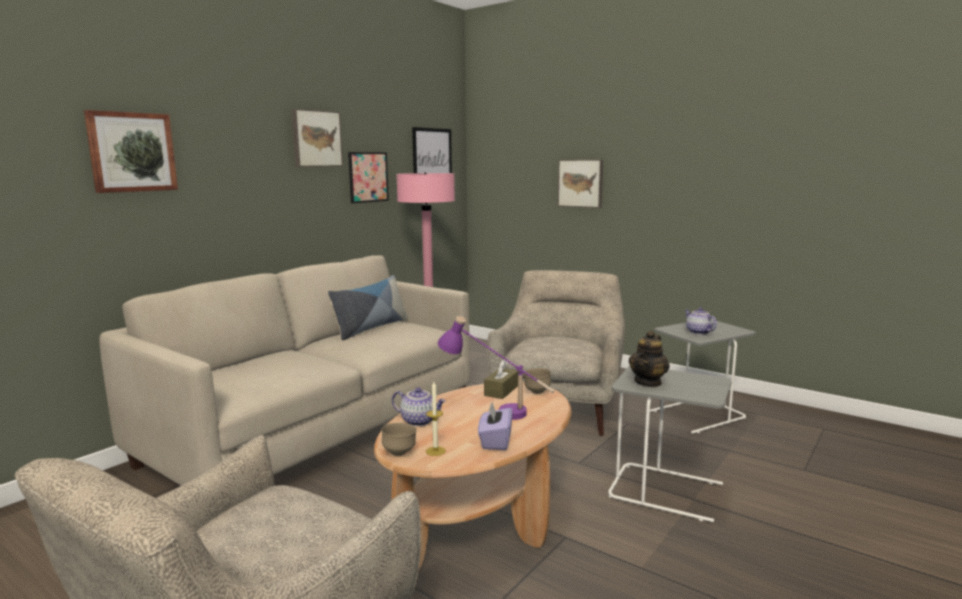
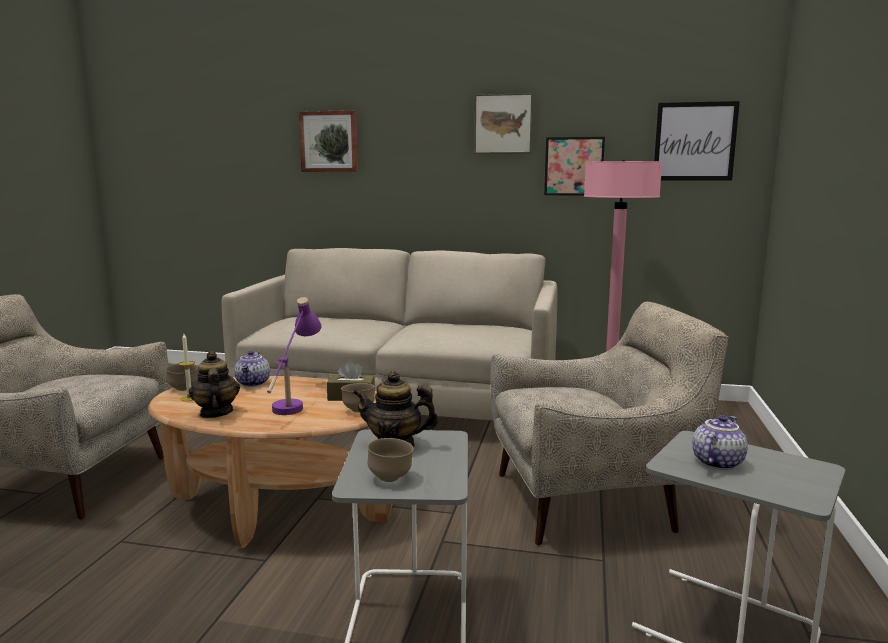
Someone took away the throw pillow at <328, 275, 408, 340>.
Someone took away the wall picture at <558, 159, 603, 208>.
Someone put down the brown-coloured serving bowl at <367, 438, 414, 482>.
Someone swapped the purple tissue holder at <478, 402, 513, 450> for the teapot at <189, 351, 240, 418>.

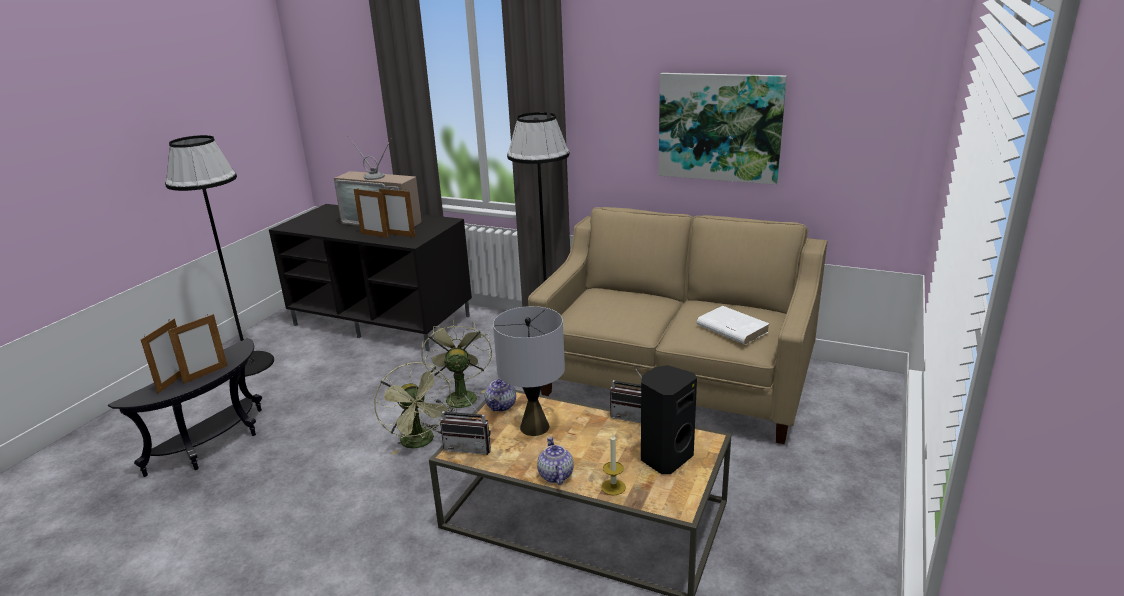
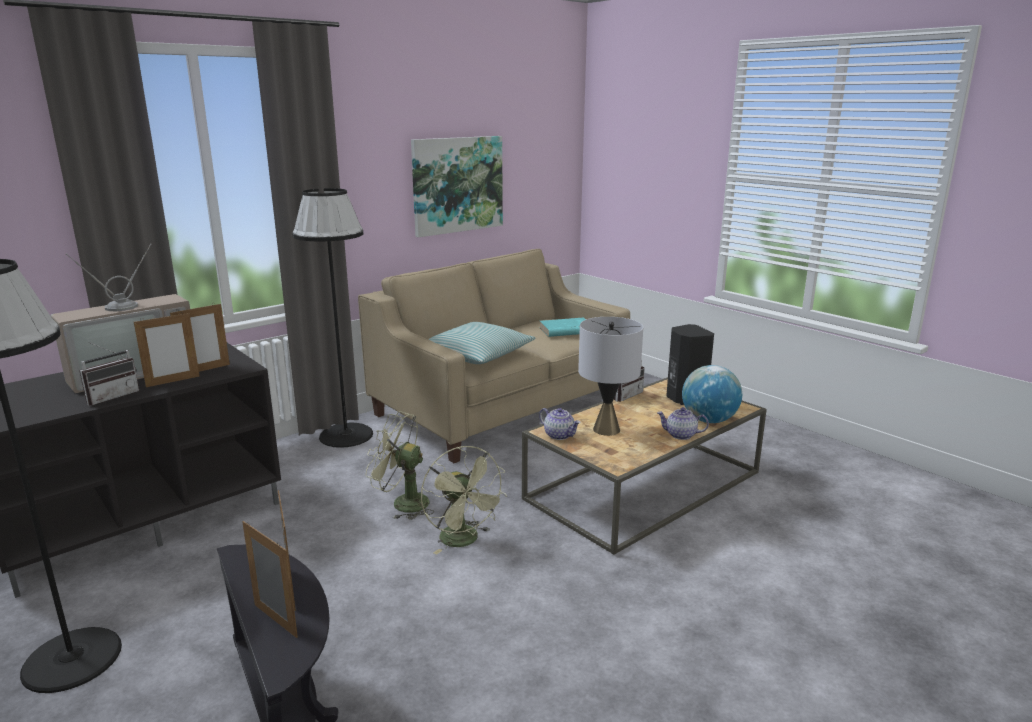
Someone put down the throw pillow at <428, 322, 535, 364>.
Someone carried the radio set from <440, 393, 491, 455> to <79, 342, 139, 406>.
Someone swapped the wax light at <601, 434, 626, 495> for the world globe at <682, 365, 742, 423>.
Someone repainted the white volume at <697, 306, 769, 345>, which became the turquoise-coloured volume at <540, 317, 586, 337>.
Someone rotated the green-coloured fan at <374, 362, 454, 455> by 60 degrees clockwise.

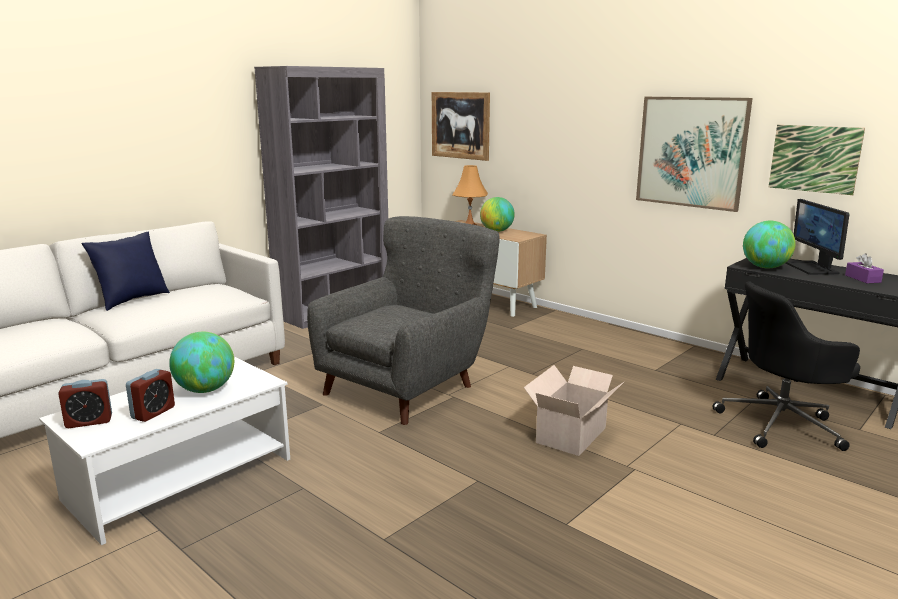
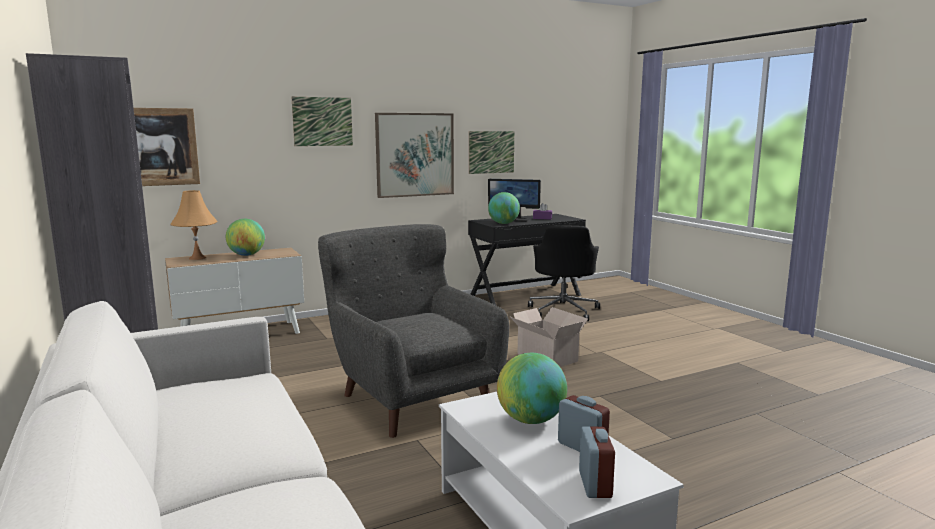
Someone took away the blue-coloured throw pillow at <82, 232, 170, 311>.
Someone put up the wall picture at <292, 97, 353, 146>.

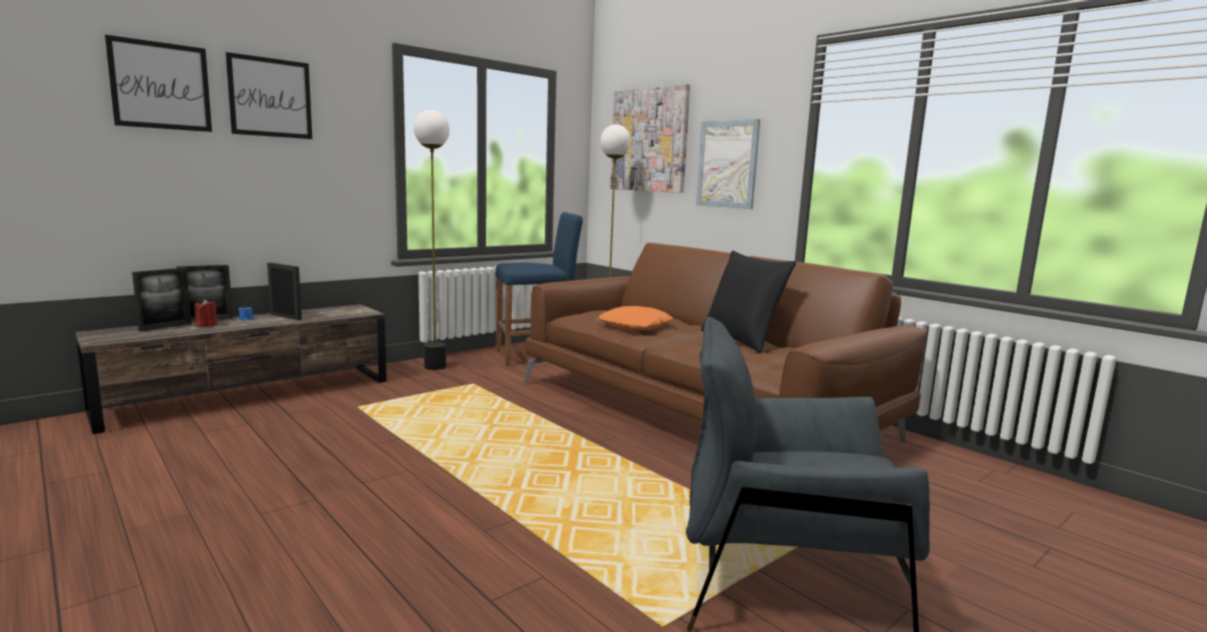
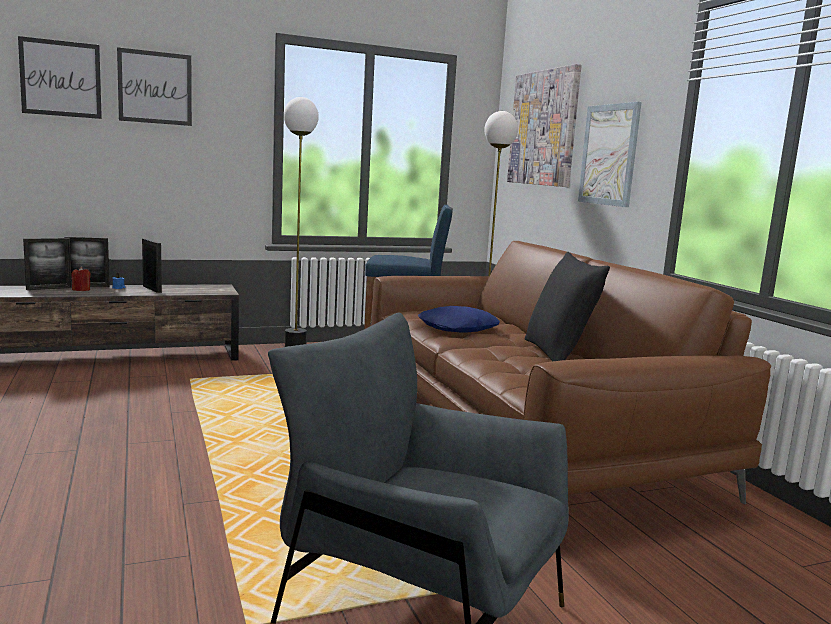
Someone repainted the orangey throw pillow at <599, 306, 673, 330>, which became the blue-coloured throw pillow at <418, 306, 500, 333>.

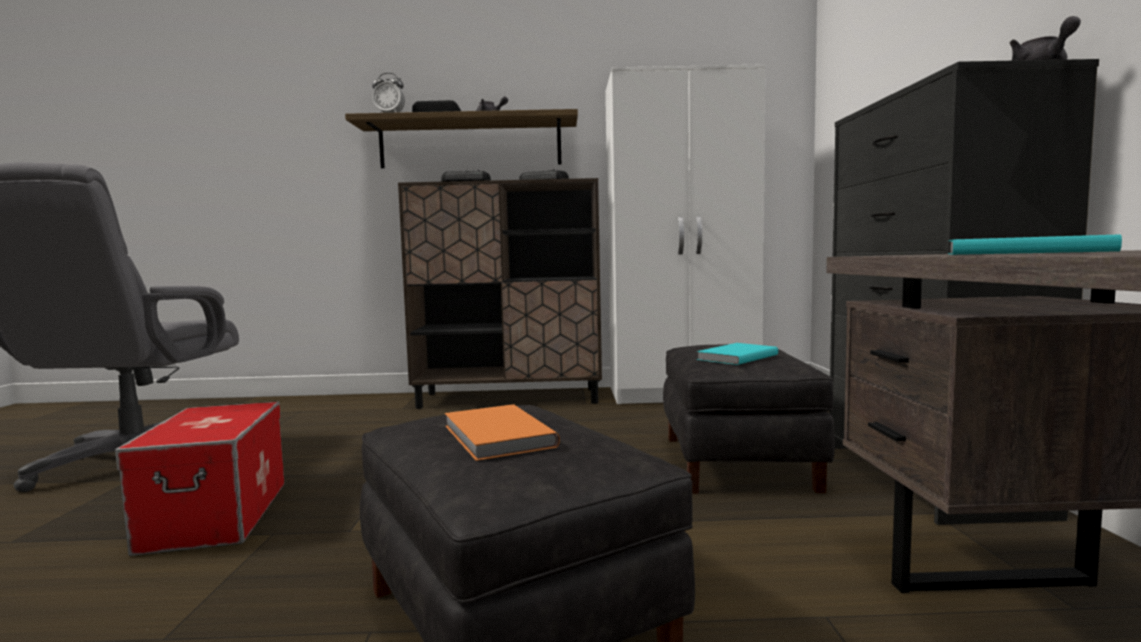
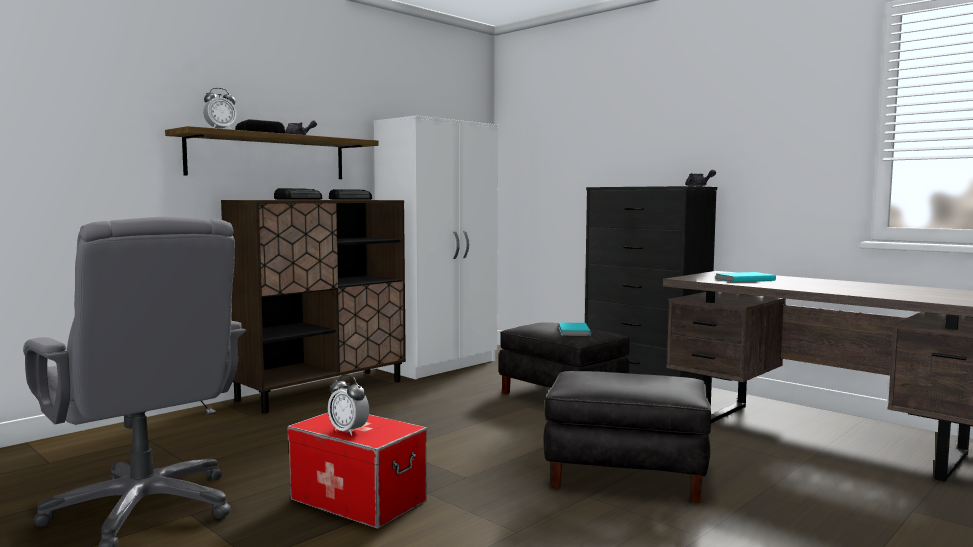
Someone took away the orangey volume at <445, 404, 560, 461>.
Someone put down the table clock at <328, 374, 369, 436>.

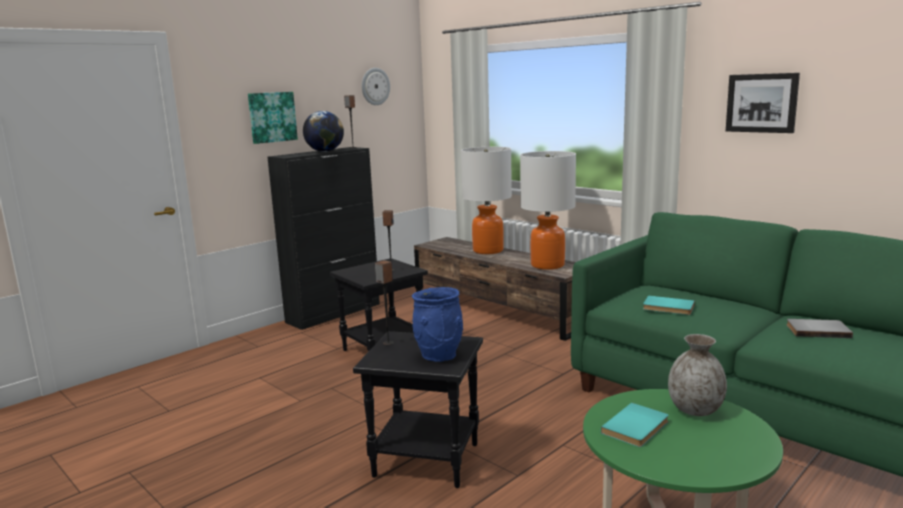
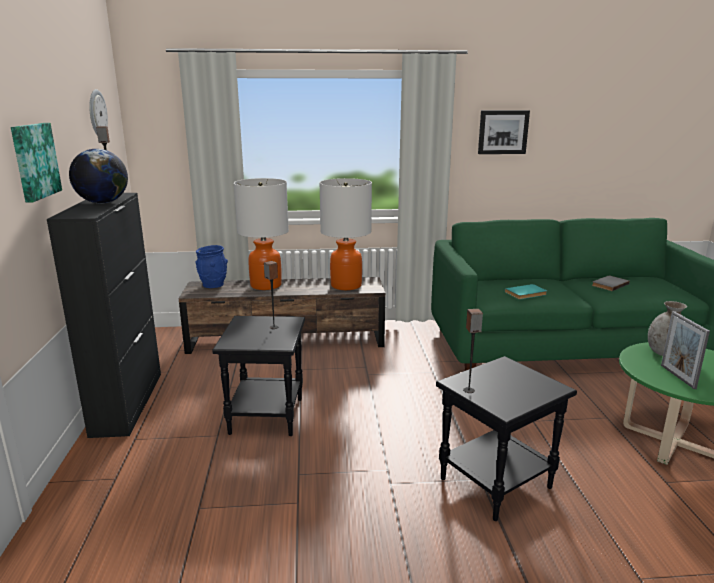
Someone carried the blue-coloured vase from <412, 287, 463, 362> to <195, 245, 228, 288>.
Someone swapped the turquoise-coloured volume at <601, 403, 669, 447> for the standing frame at <661, 311, 710, 389>.

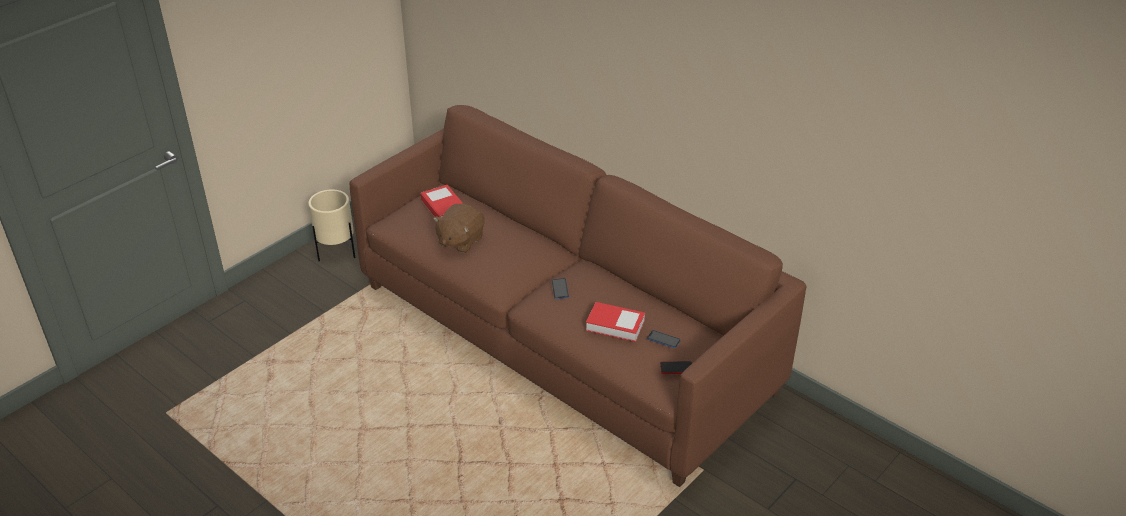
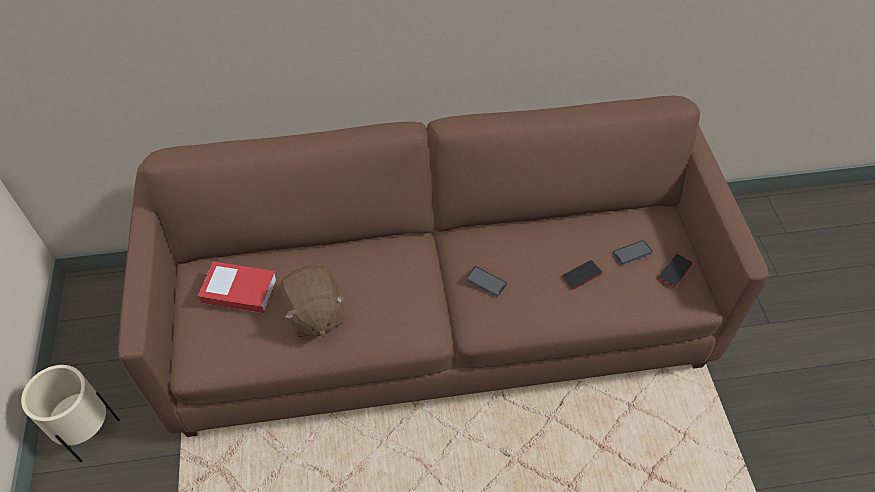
Someone swapped the volume at <586, 302, 645, 342> for the handset at <562, 260, 602, 290>.

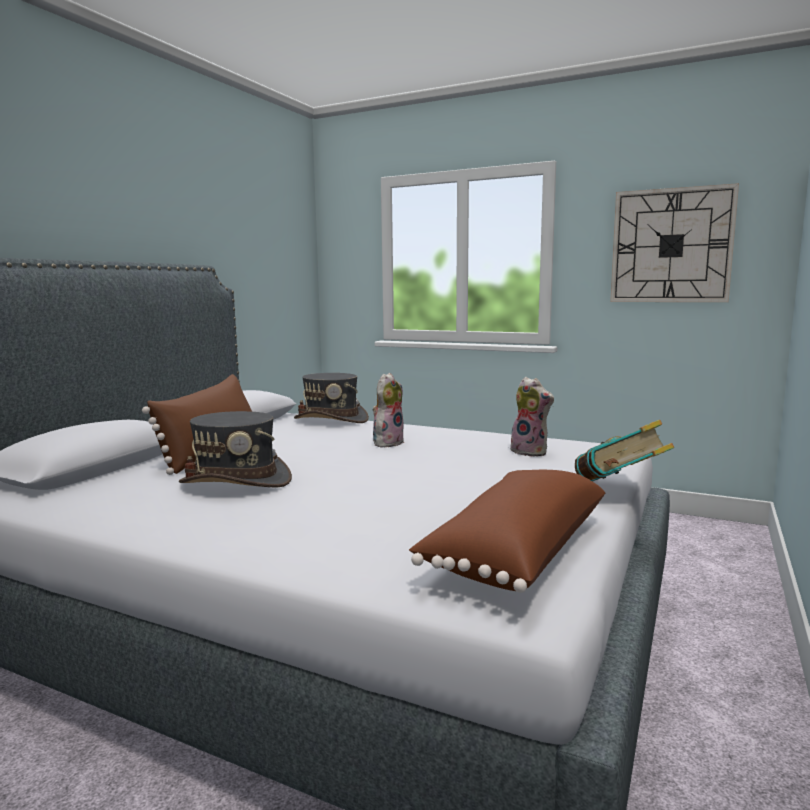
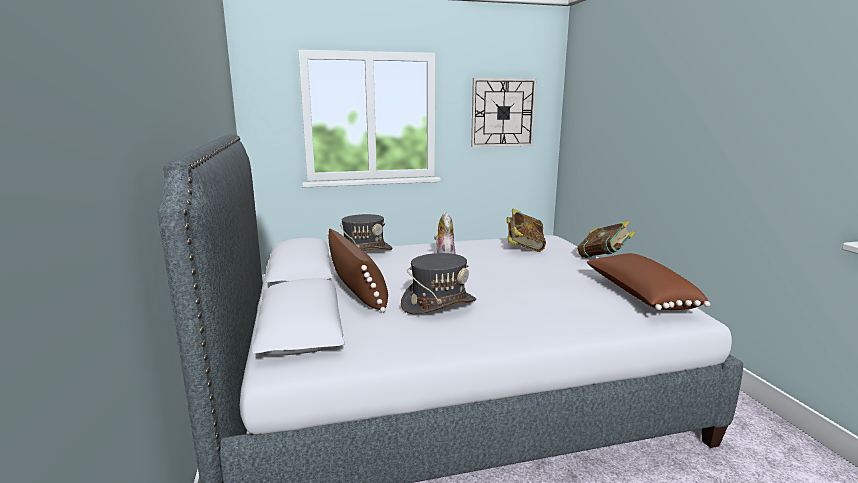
Someone swapped the soft toy at <510, 377, 554, 457> for the volume at <507, 209, 546, 252>.

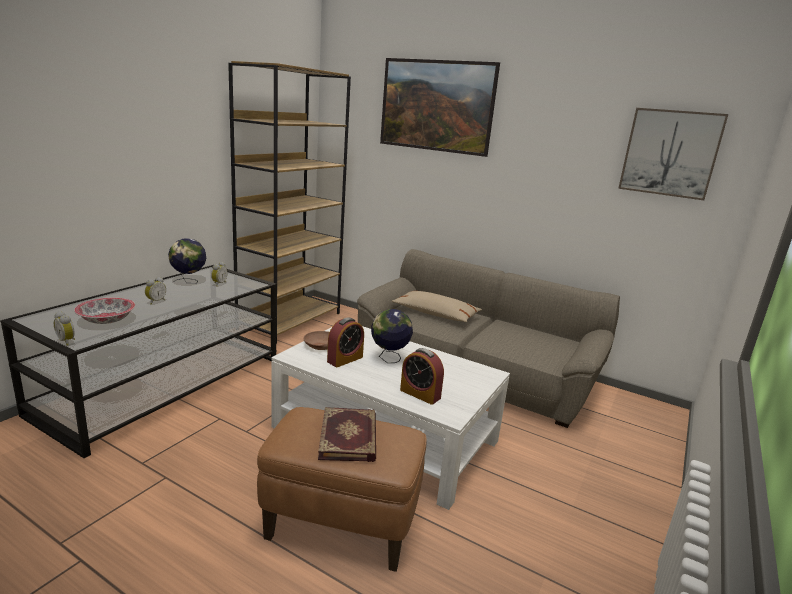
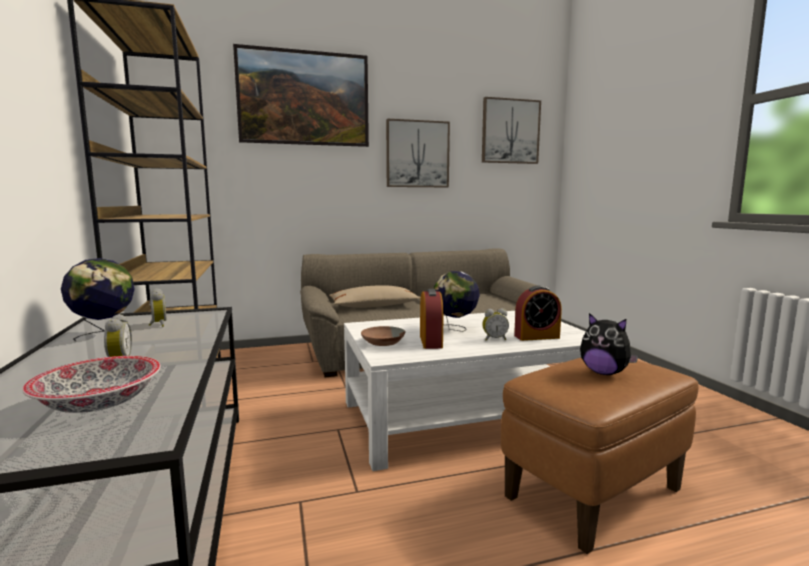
Someone put up the wall picture at <386, 118, 450, 187>.
Someone carried the table clock from <54, 311, 75, 346> to <482, 308, 509, 341>.
Someone swapped the volume at <318, 407, 376, 462> for the soft toy at <580, 313, 639, 375>.

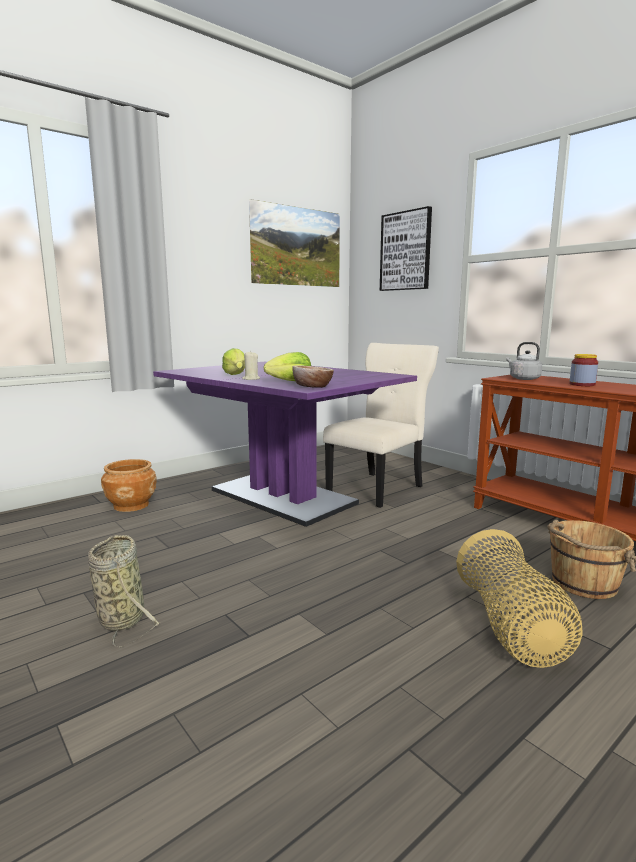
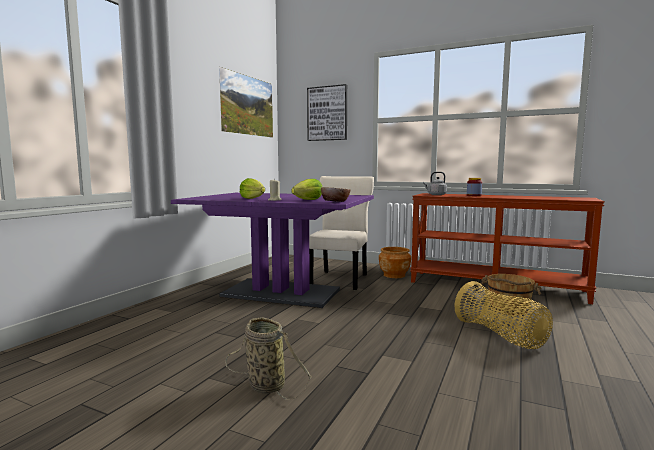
Someone carried the brown-coloured planter from <101, 459, 157, 512> to <379, 247, 411, 278>.

